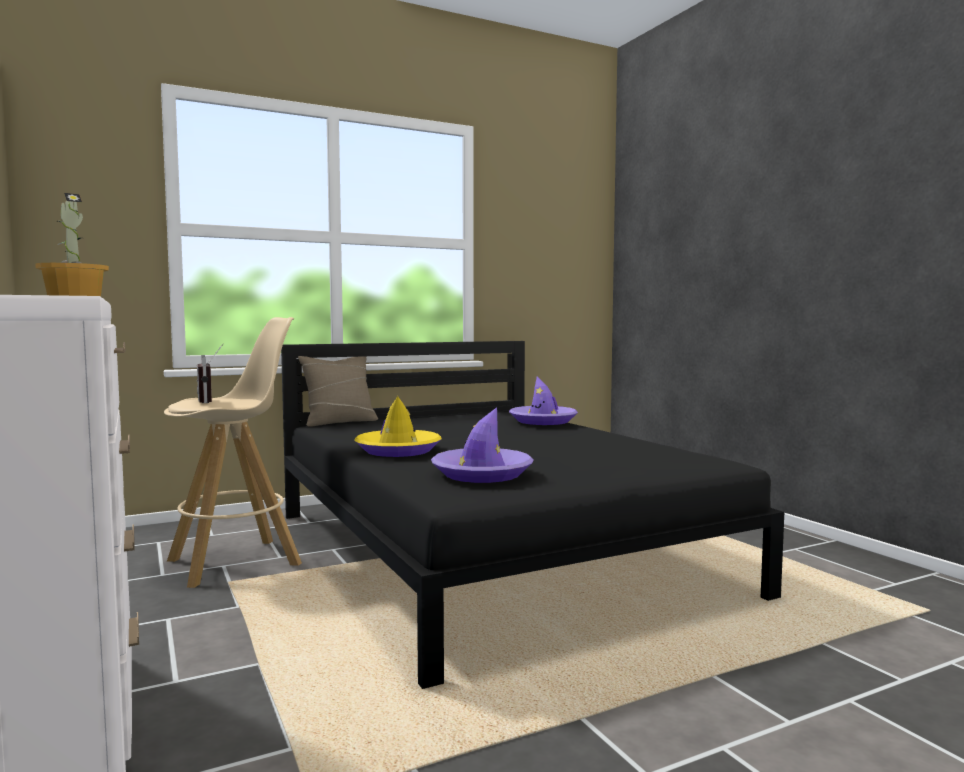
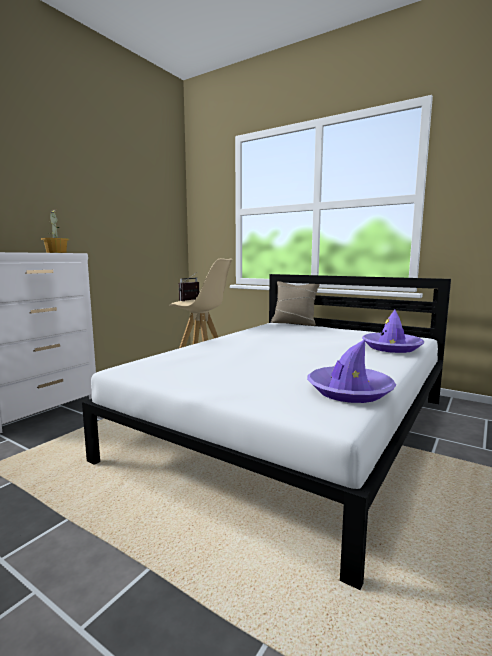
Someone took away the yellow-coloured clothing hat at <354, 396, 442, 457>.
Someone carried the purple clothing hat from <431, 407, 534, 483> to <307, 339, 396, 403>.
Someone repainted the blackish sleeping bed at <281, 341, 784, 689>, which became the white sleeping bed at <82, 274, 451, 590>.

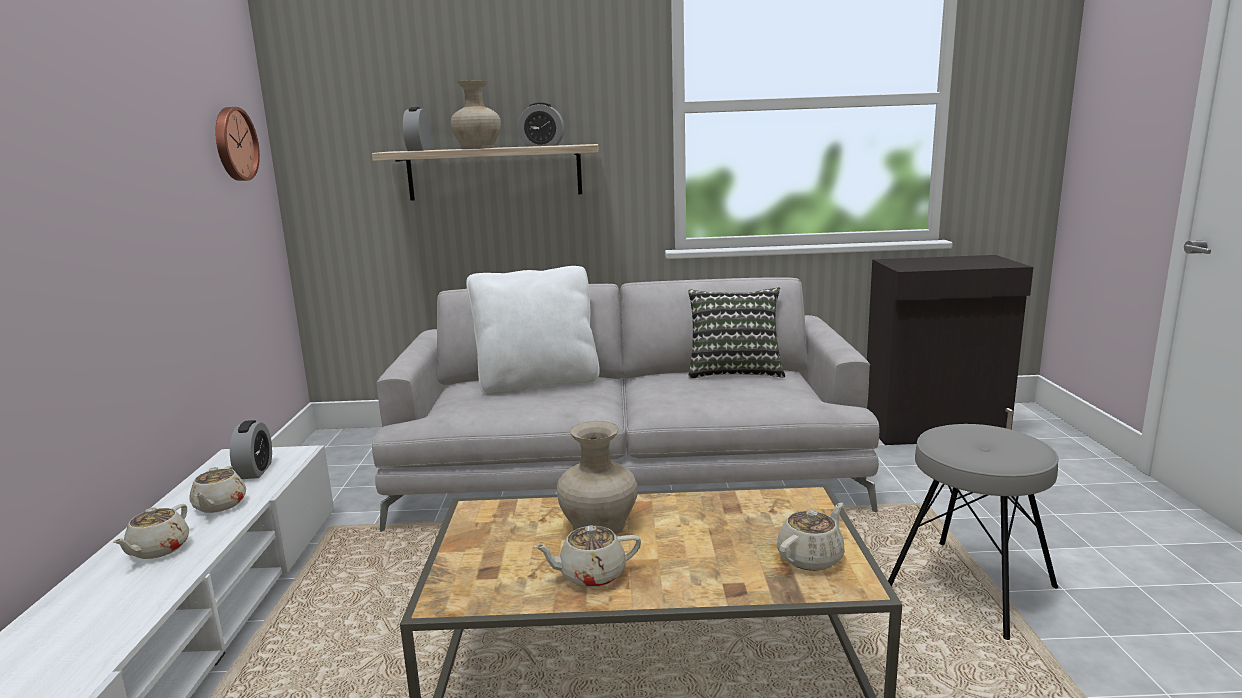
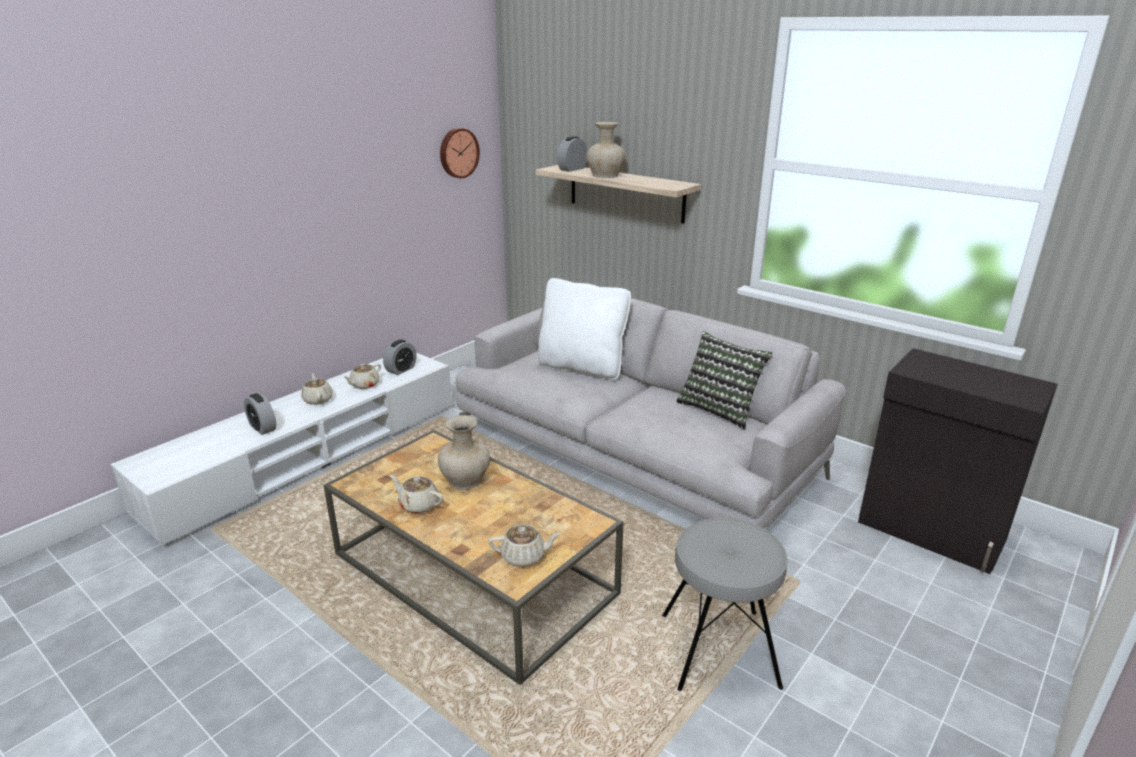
Someone carried the table clock from <518, 102, 565, 147> to <244, 393, 276, 435>.
Someone rotated the beige-coloured teapot at <113, 504, 189, 559> by 105 degrees clockwise.

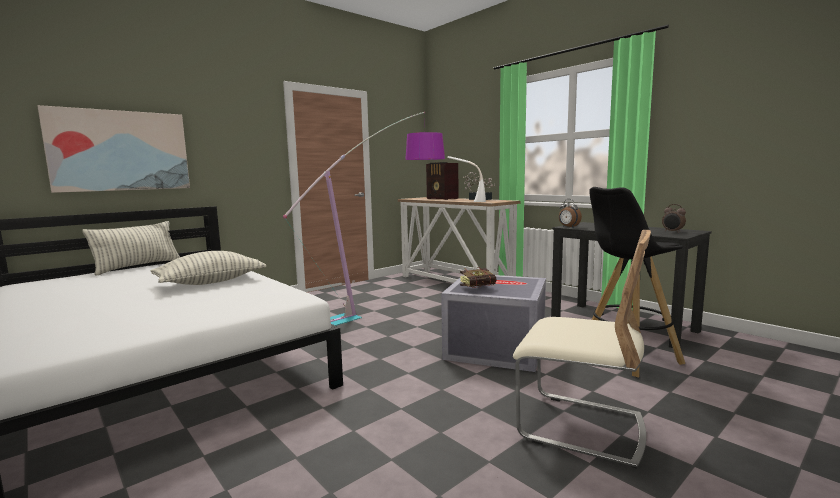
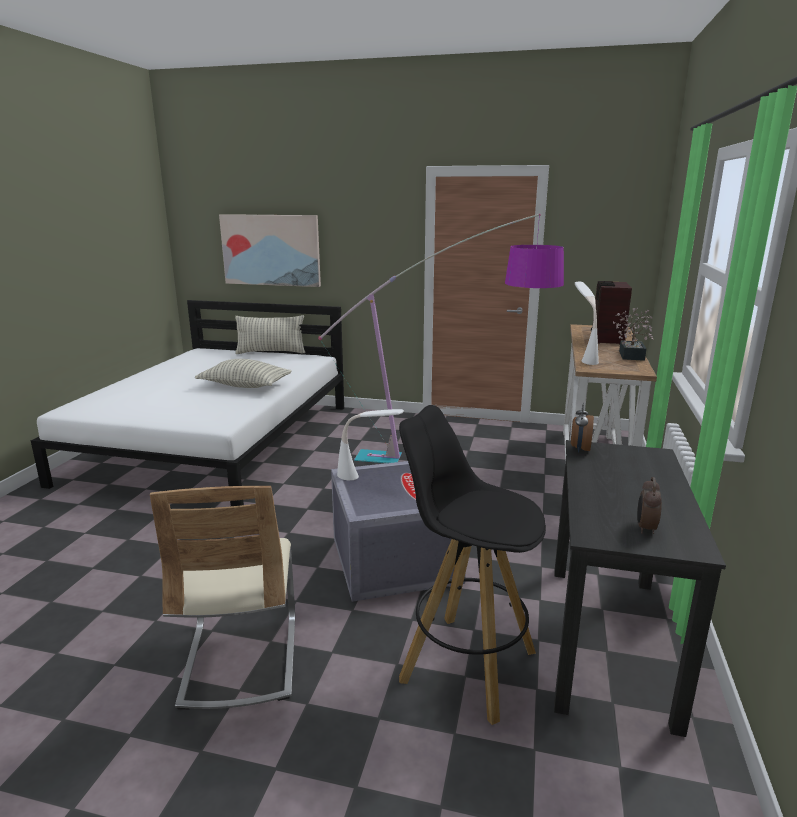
Someone swapped the volume at <460, 267, 496, 288> for the white table lamp at <337, 409, 404, 480>.

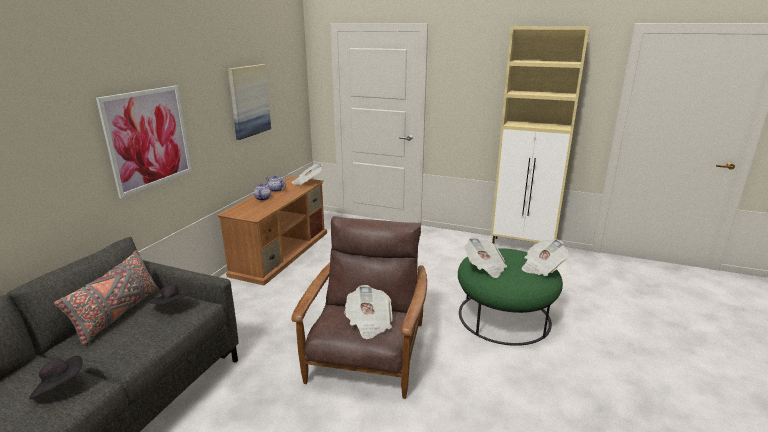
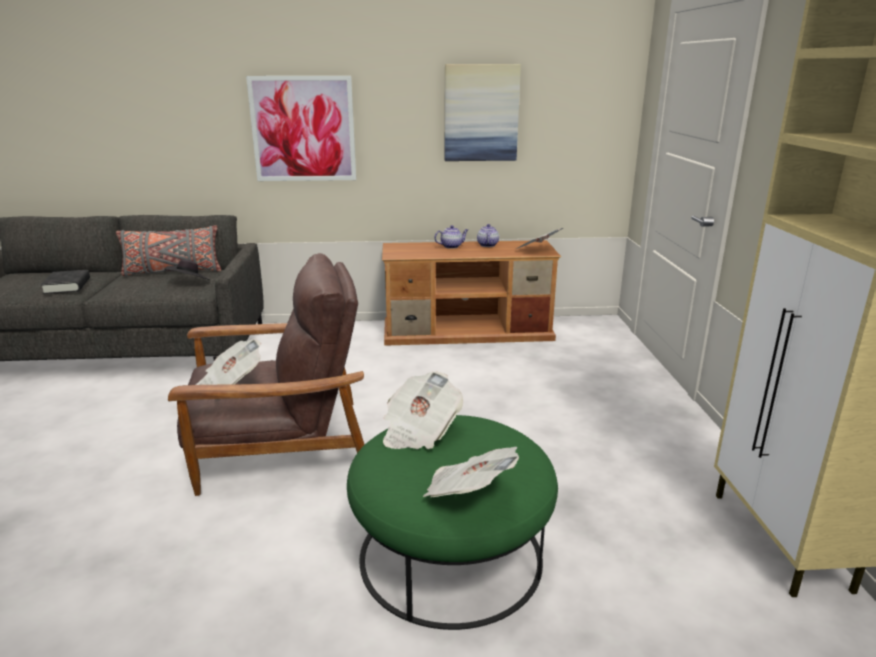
Someone swapped the blackish clothing hat at <29, 356, 83, 399> for the blackish volume at <40, 270, 90, 294>.

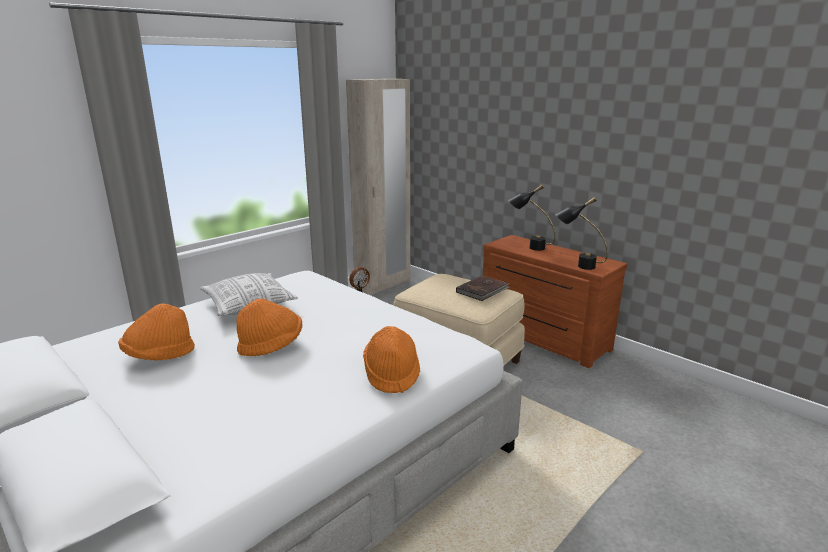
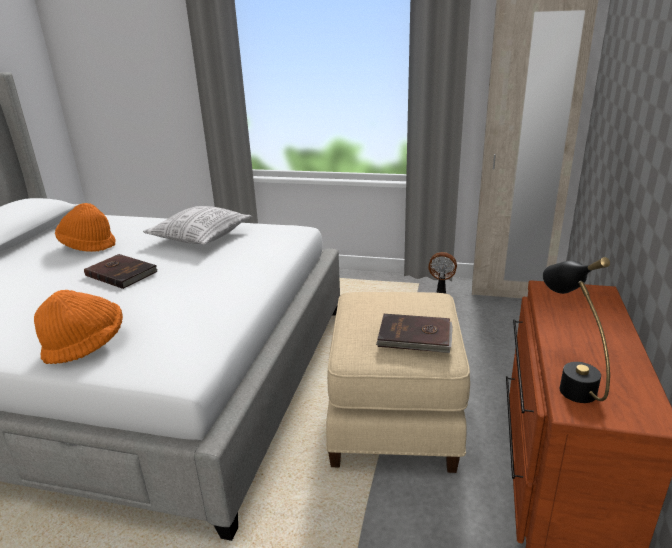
Someone took away the blackish table lamp at <508, 184, 555, 251>.
Someone swapped the orangey clothing hat at <237, 299, 302, 356> for the brown-coloured volume at <84, 254, 157, 289>.

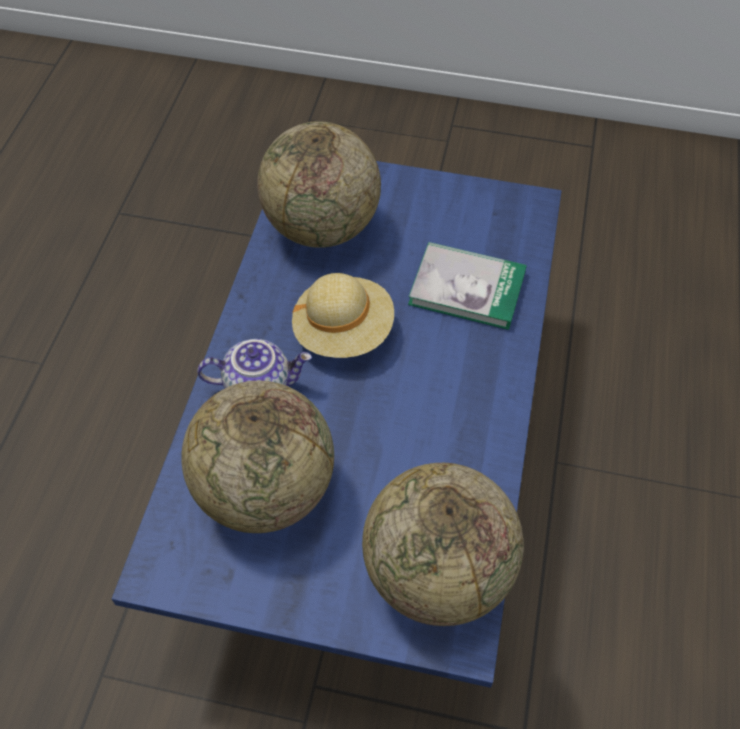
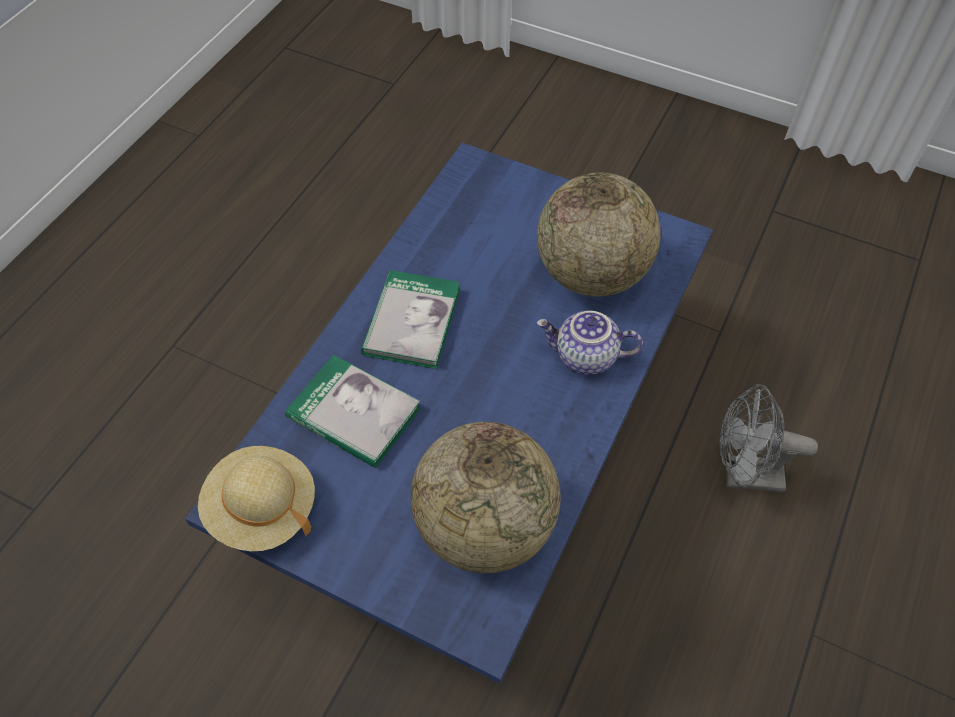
Someone took away the world globe at <362, 463, 523, 626>.
Someone put down the volume at <361, 270, 460, 369>.
Someone put down the grey fan at <719, 384, 818, 492>.
Someone carried the beige-coloured clothing hat from <292, 273, 394, 358> to <198, 446, 315, 551>.

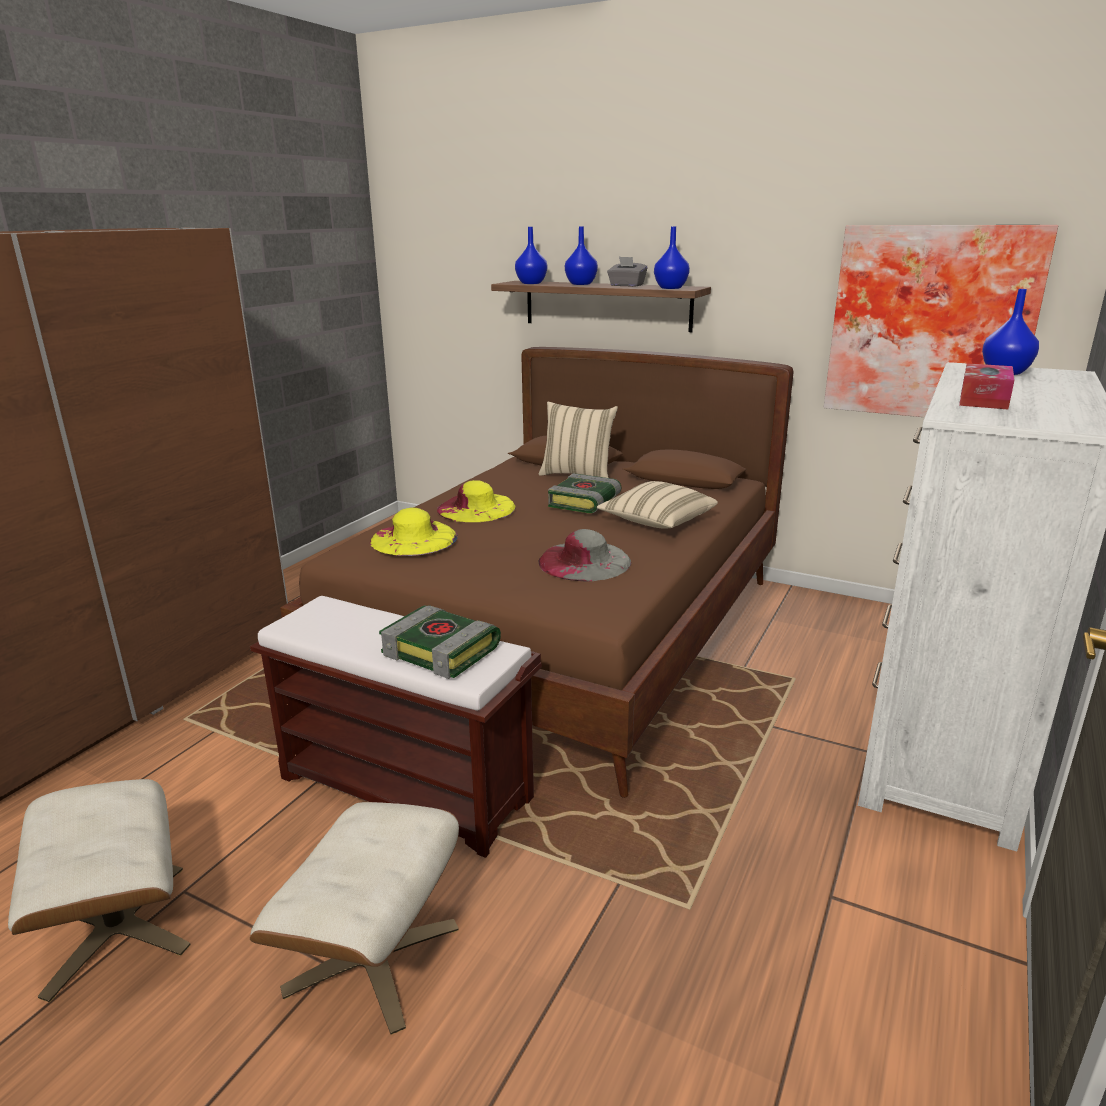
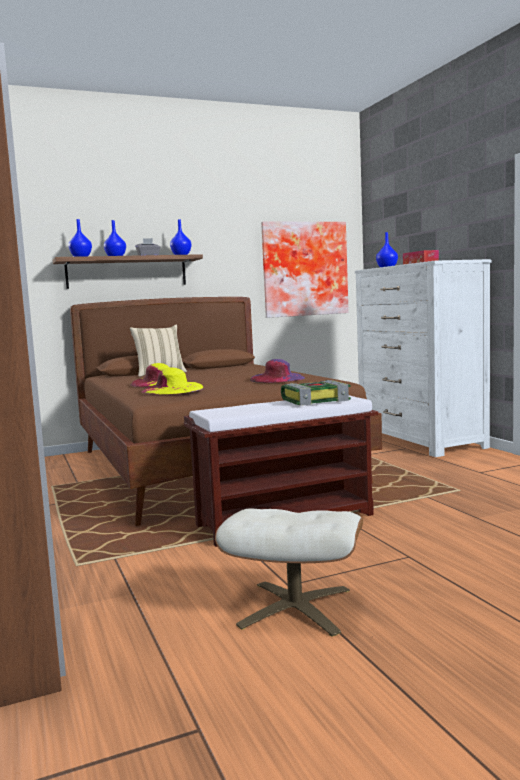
Someone took away the beige-coloured ottoman at <250, 802, 459, 1035>.
Someone took away the volume at <548, 473, 622, 513>.
Someone took away the beige-coloured throw pillow at <597, 481, 718, 529>.
Someone repainted the grey clothing hat at <538, 529, 631, 581>, which became the purple clothing hat at <250, 359, 305, 383>.

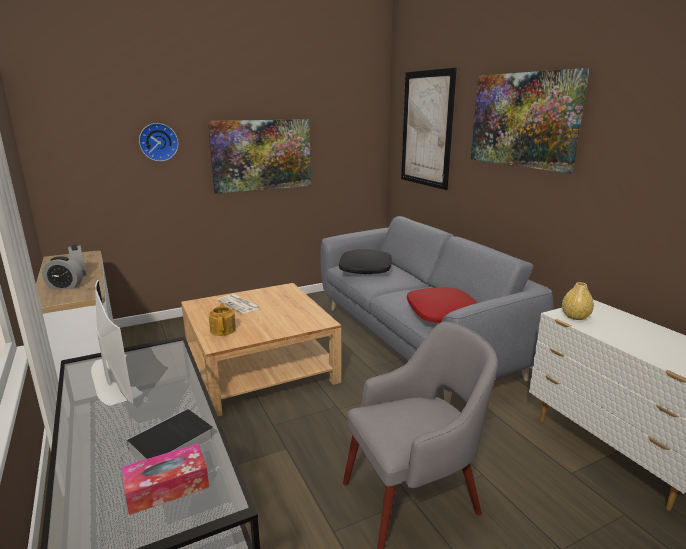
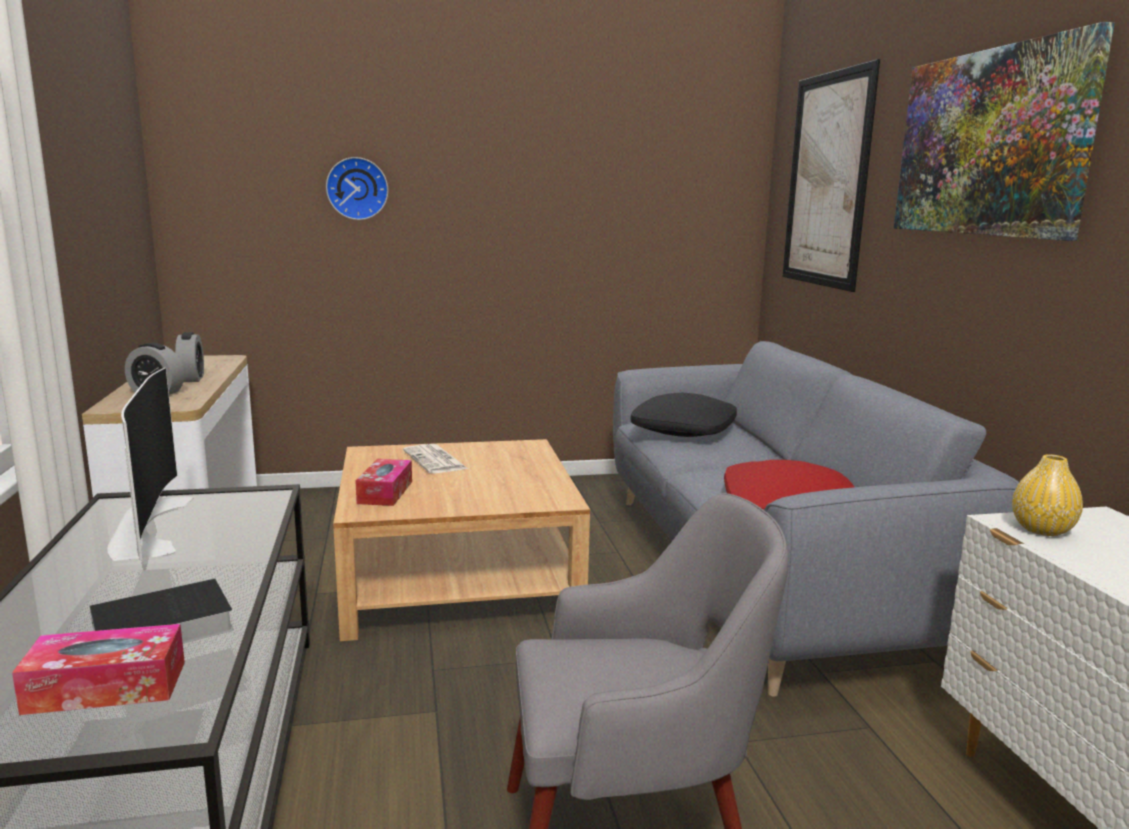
Someone took away the wall picture at <208, 119, 311, 194>.
Someone swapped the teapot at <209, 303, 236, 336> for the tissue holder at <355, 459, 412, 506>.

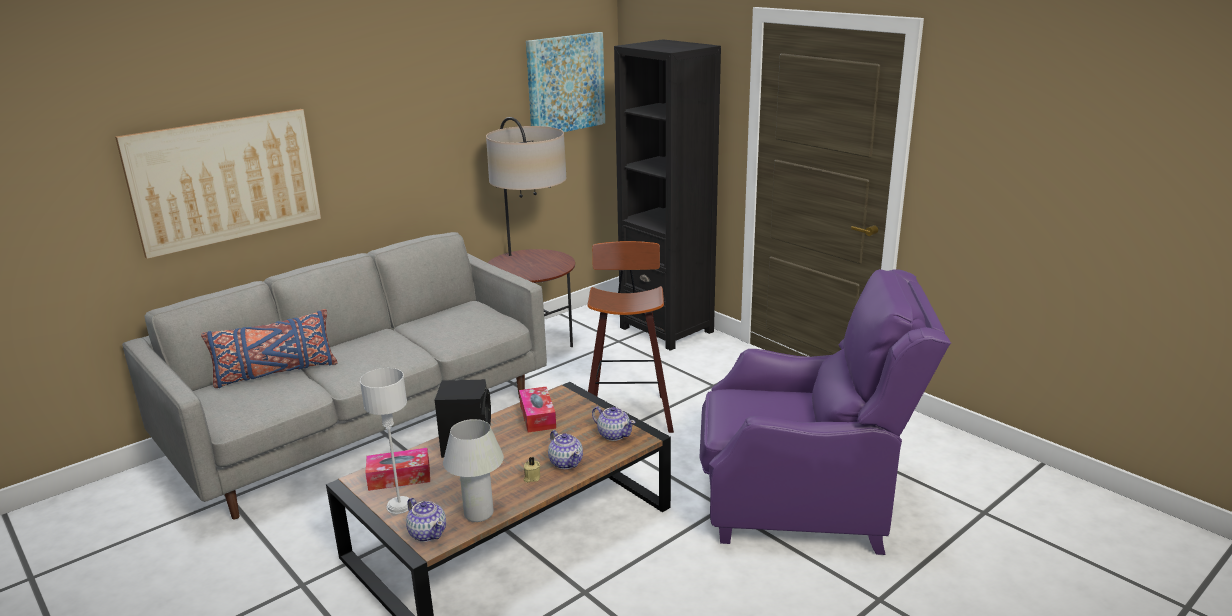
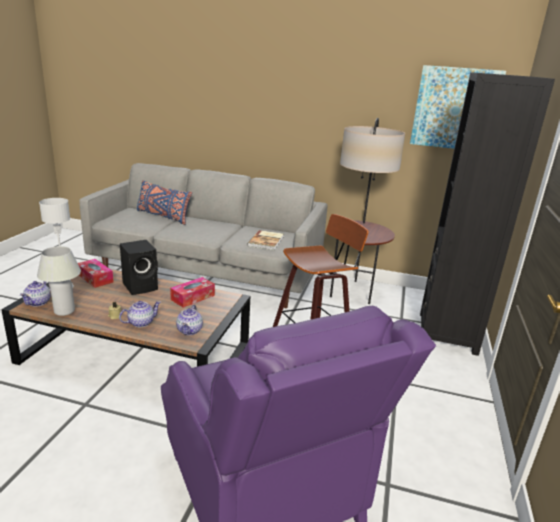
Someone took away the wall picture at <115, 109, 321, 259>.
Someone put down the volume at <247, 230, 283, 250>.
Someone rotated the teapot at <548, 430, 583, 469> by 150 degrees counterclockwise.

